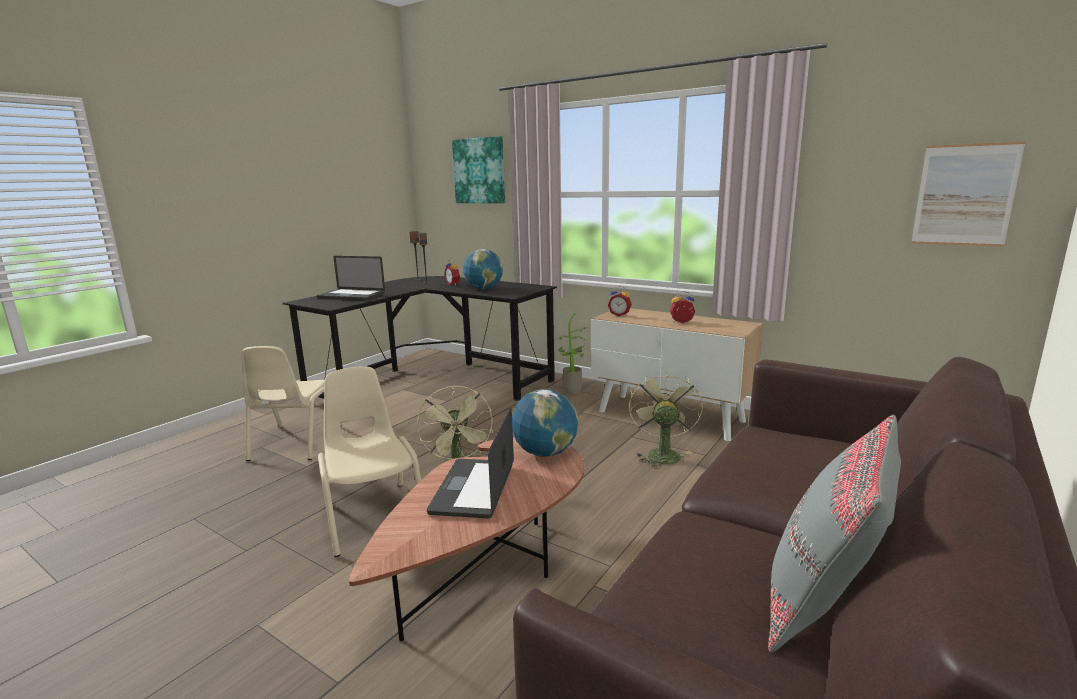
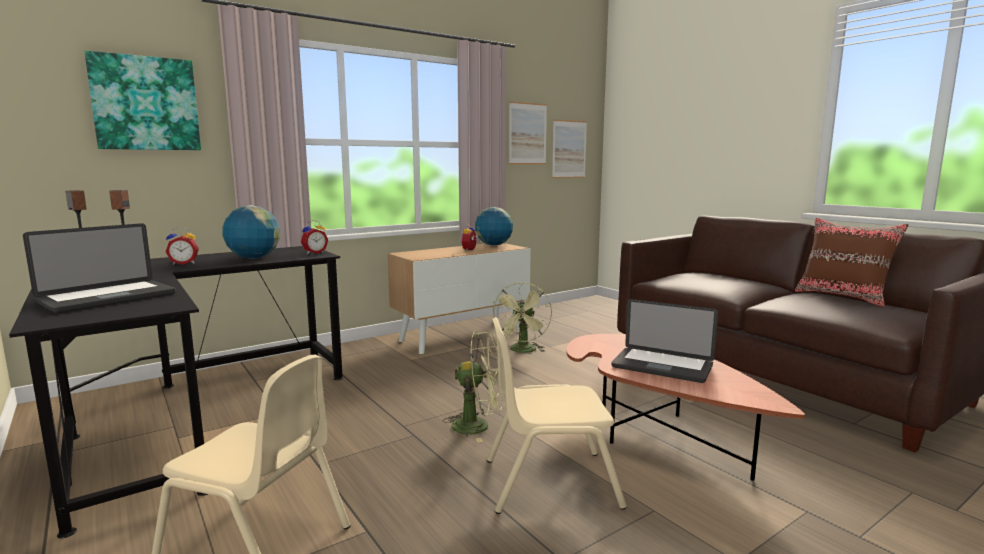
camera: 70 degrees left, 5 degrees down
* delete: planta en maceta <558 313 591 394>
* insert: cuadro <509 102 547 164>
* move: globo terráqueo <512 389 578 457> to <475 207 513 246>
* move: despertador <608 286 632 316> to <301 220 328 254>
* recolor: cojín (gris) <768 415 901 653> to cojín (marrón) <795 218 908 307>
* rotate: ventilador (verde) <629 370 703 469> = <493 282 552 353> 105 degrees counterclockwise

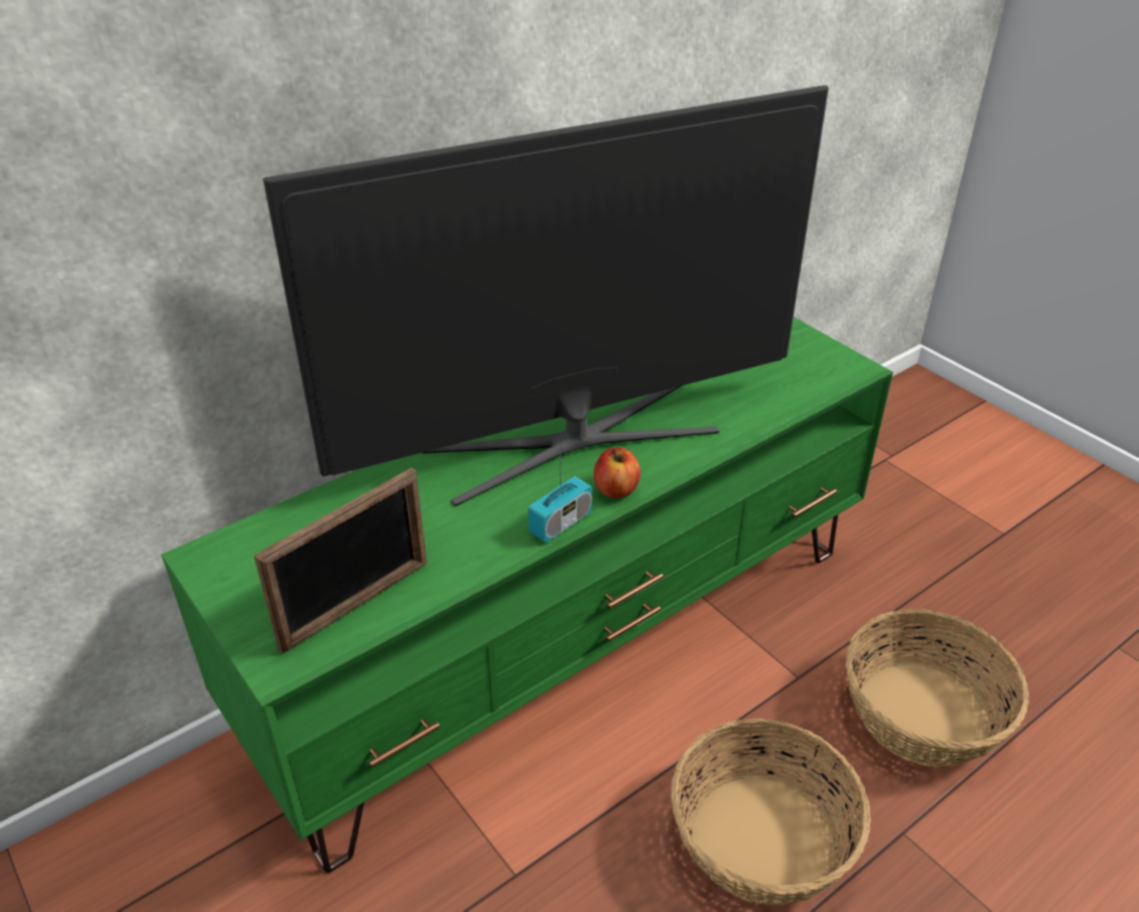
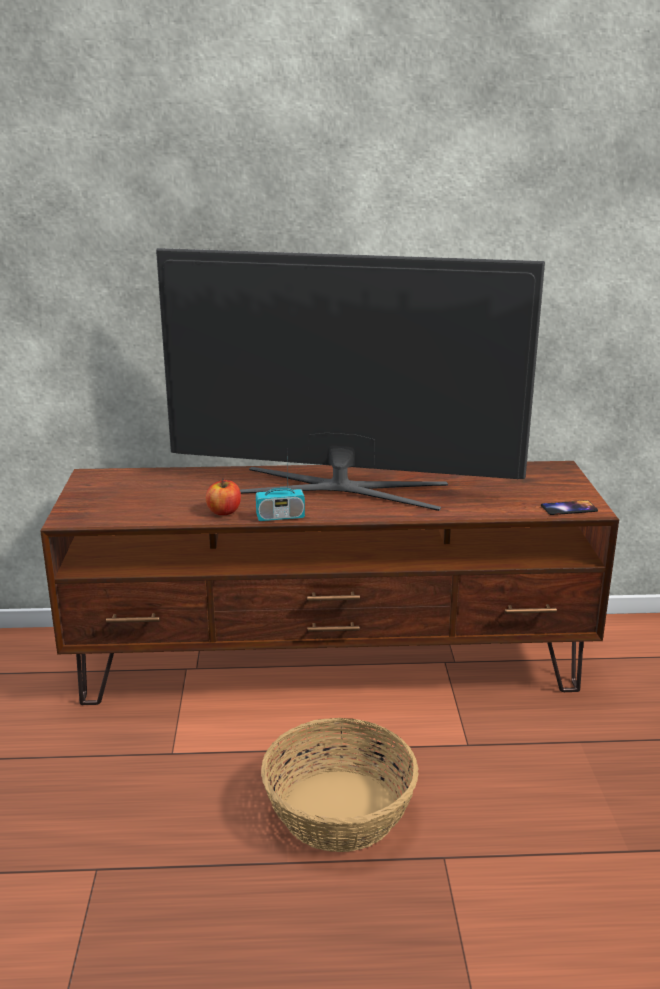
camera: 35 degrees right, 15 degrees down
* delete: portarretratos <254 467 427 654>
* delete: cesta <846 609 1029 767>
* insert: móvil <541 500 598 515>
* move: manzana <594 447 641 499> to <206 478 241 515>
* recolor: mueble de televisión (verde) <161 317 893 873> to mueble de televisión (marrón) <40 461 619 705>

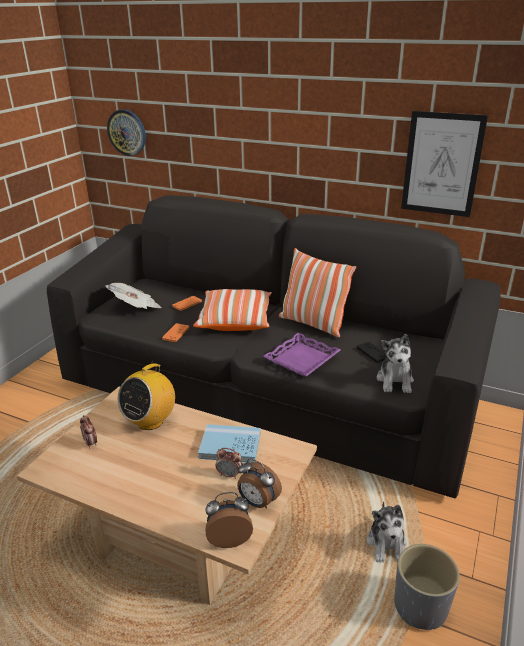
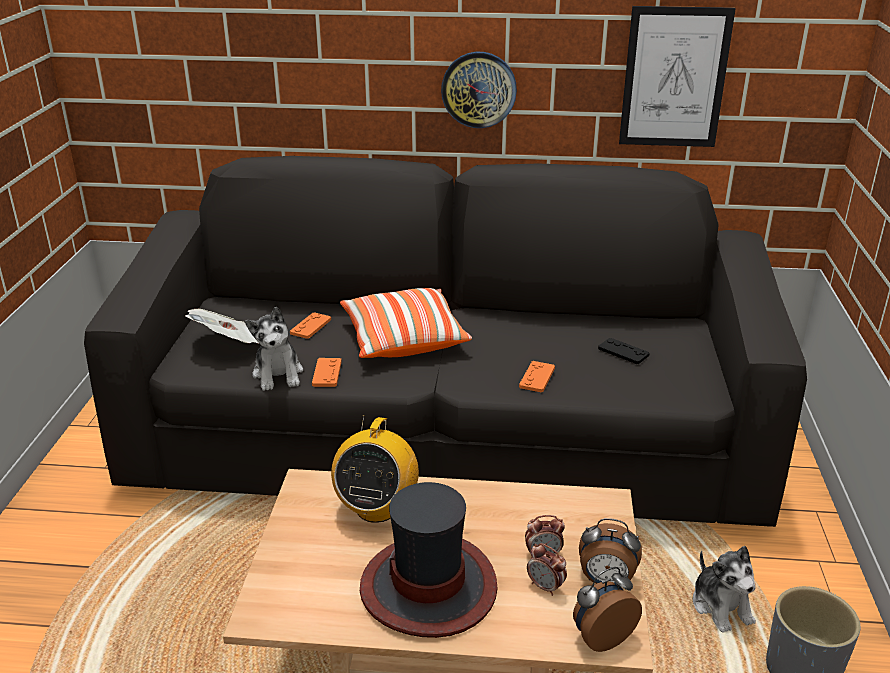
camera: 20 degrees left, 0 degrees up
* delete: libro (azul) <198 424 261 463>
* delete: cojín <279 248 357 337>
* insert: sombrero <360 482 498 638>
* move: despertador <80 415 97 449> to <527 543 567 596>
* move: reloj de pared <107 109 146 156> to <441 52 517 128>
* move: peluche <377 334 414 393> to <245 307 303 391>
* replace: bandeja (morado) <263 333 341 377> to mando de consola (naranja) <519 361 555 392>

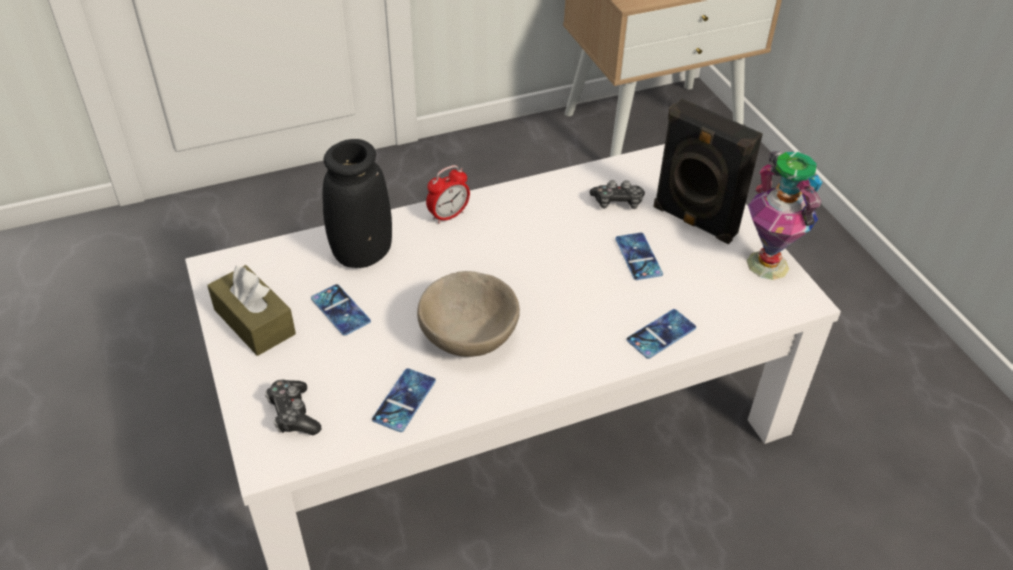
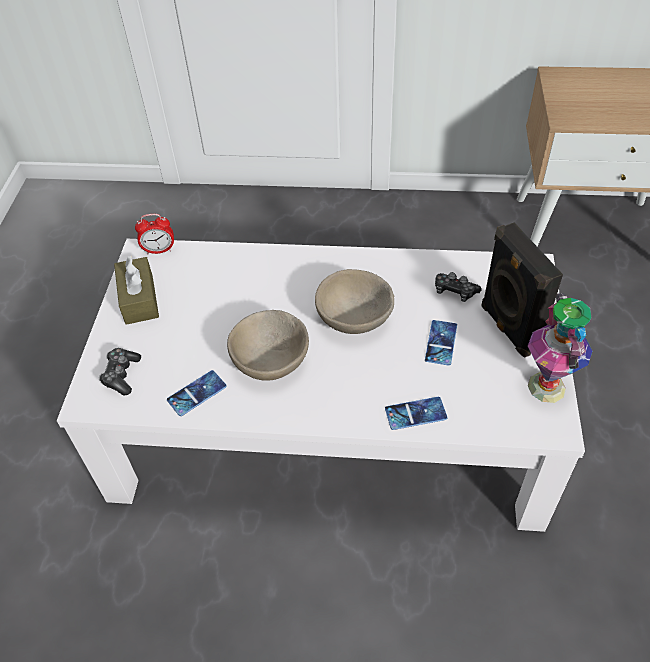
camera: 30 degrees right, 5 degrees up
* delete: móvil <311 284 371 336>
* delete: florero (negro) <322 139 392 268>
* insert: cuenco (beis) <315 269 394 334>
* move: despertador <426 165 470 224> to <135 214 174 255>

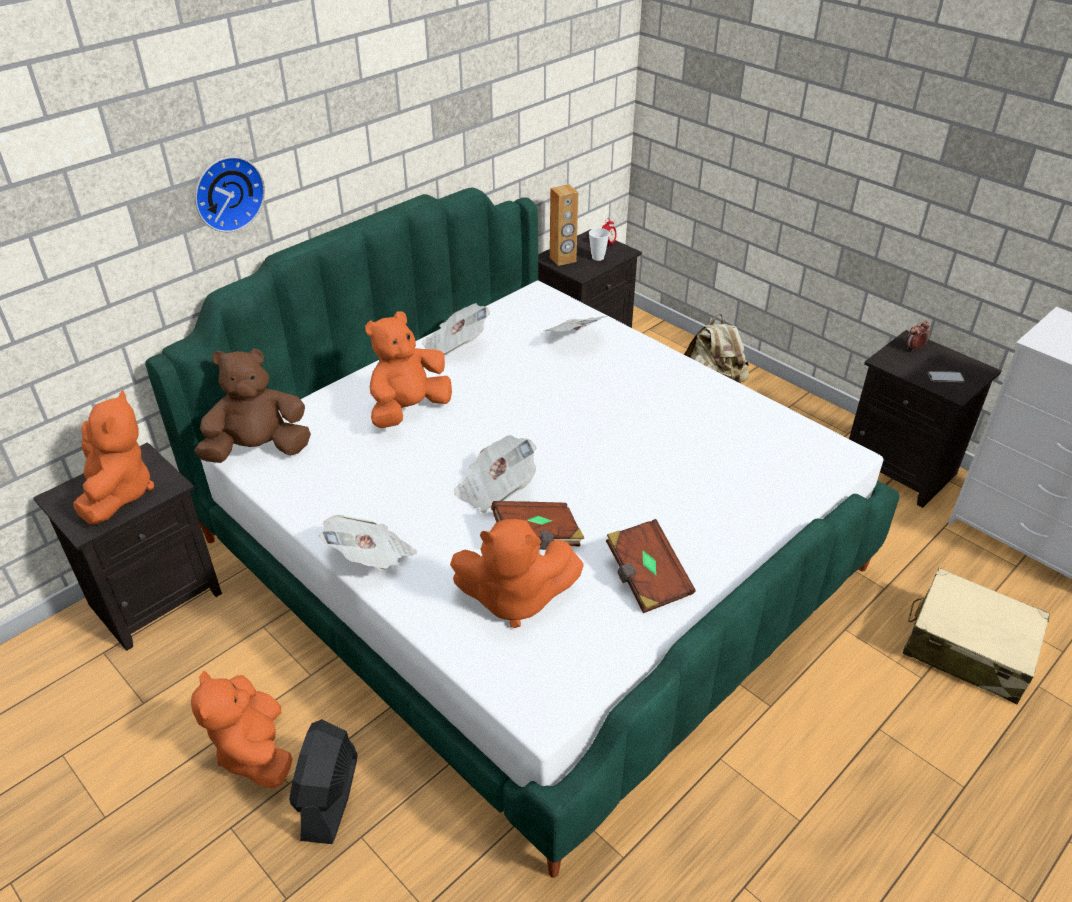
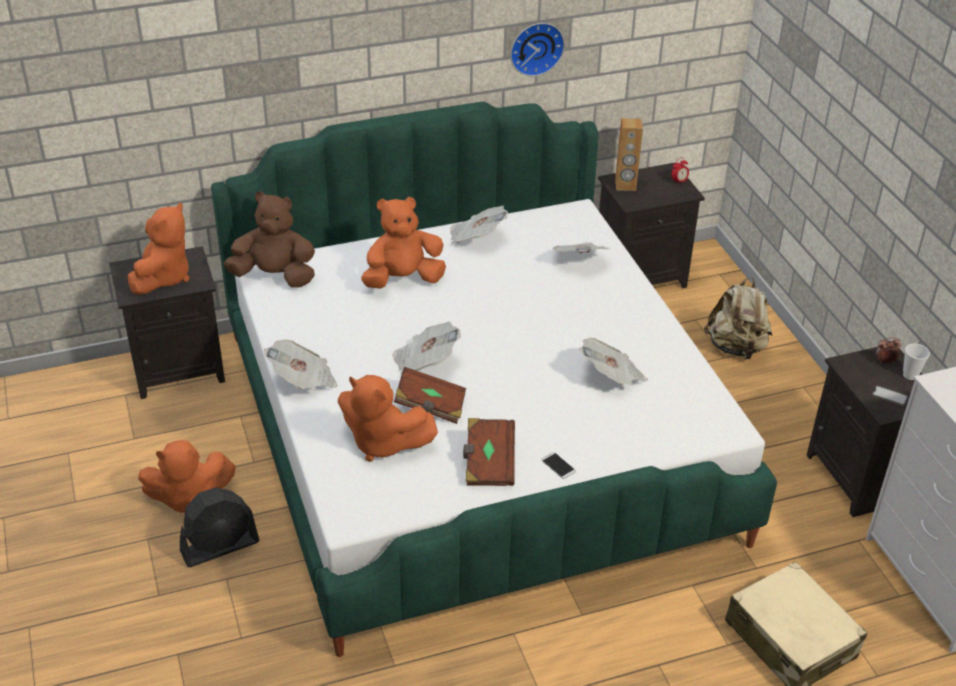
camera: 25 degrees right, 0 degrees up
* insert: móvil <541 452 576 479>
* insert: periódico <579 338 648 385>
* move: reloj de pared <195 156 265 232> to <510 23 565 76>
* move: taza <589 228 610 261> to <903 344 930 380>
* rotate: peluche (naranja) <191 671 292 788> = <138 440 236 513> 105 degrees counterclockwise
* rotate: ventilador (negro) <289 719 358 844> = <180 487 260 567> 150 degrees counterclockwise

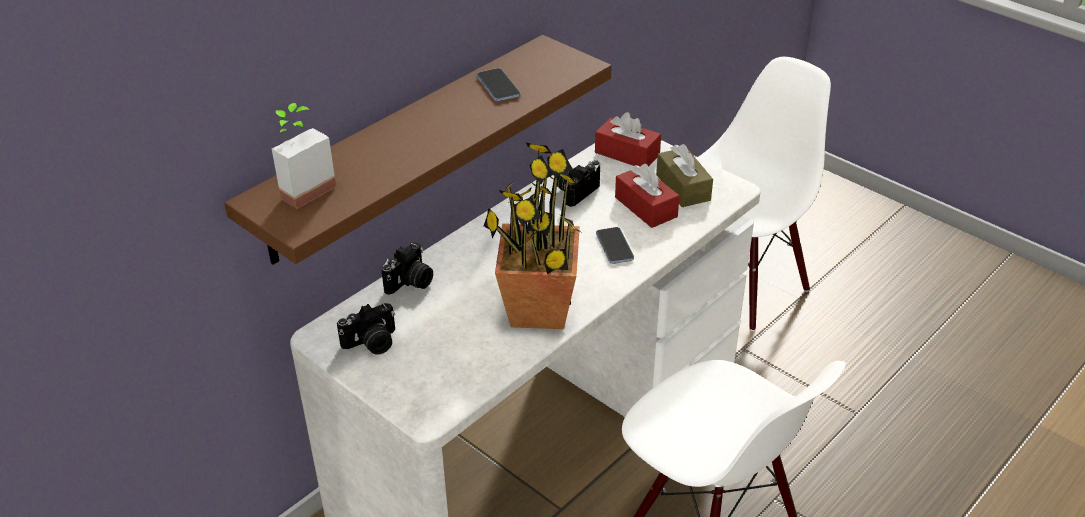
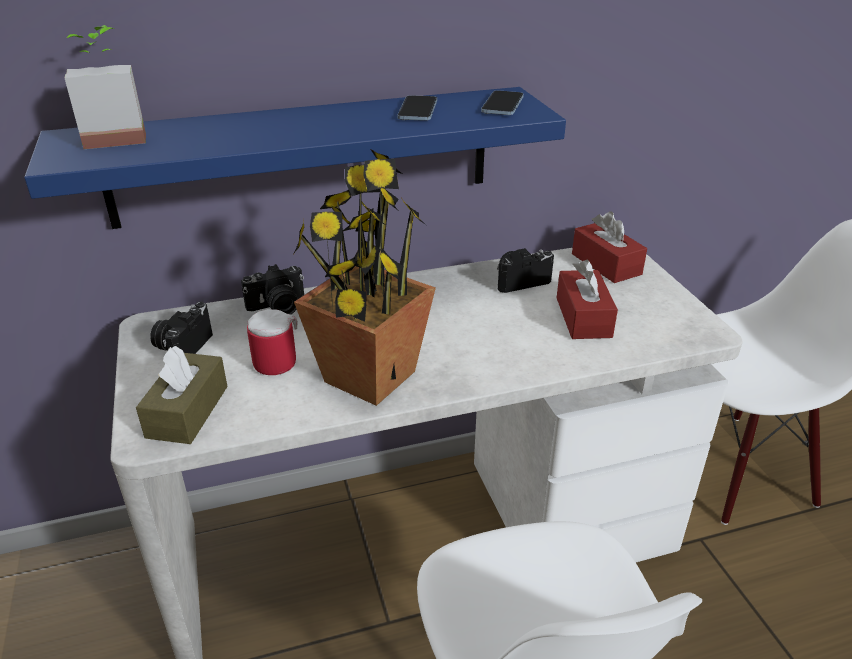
camera: 30 degrees right, 5 degrees down
* insert: taza grande <247 309 297 375>
* move: móvil <596 227 634 264> to <481 90 524 115>
* move: caja de pañuelos (marrón) <656 144 713 207> to <136 346 228 444>
* recolor: estante (marrón) <224 35 612 265> to estante (azul) <24 87 566 229>
* rotate: cámara <337 303 395 355> = <150 302 213 354> 105 degrees clockwise

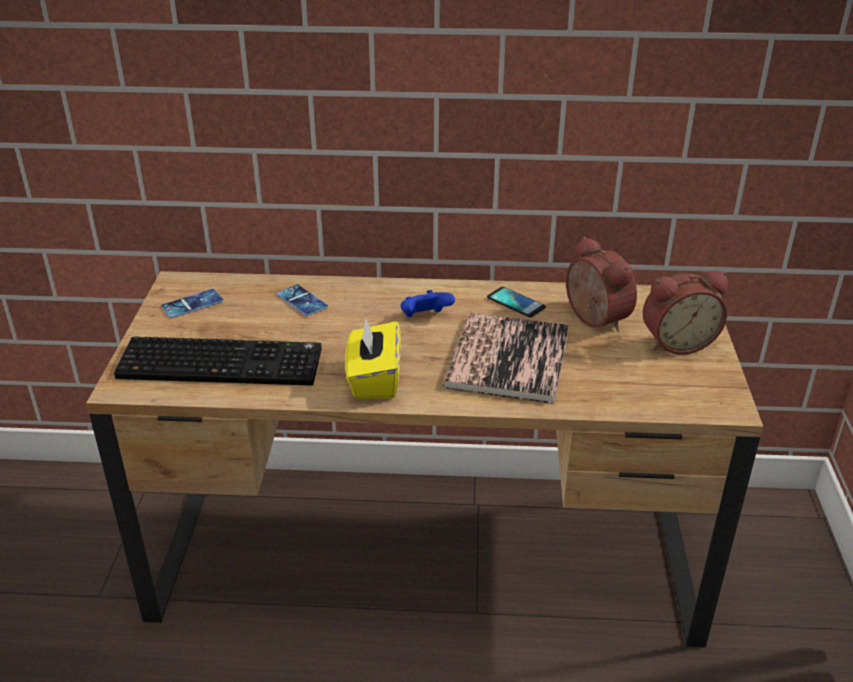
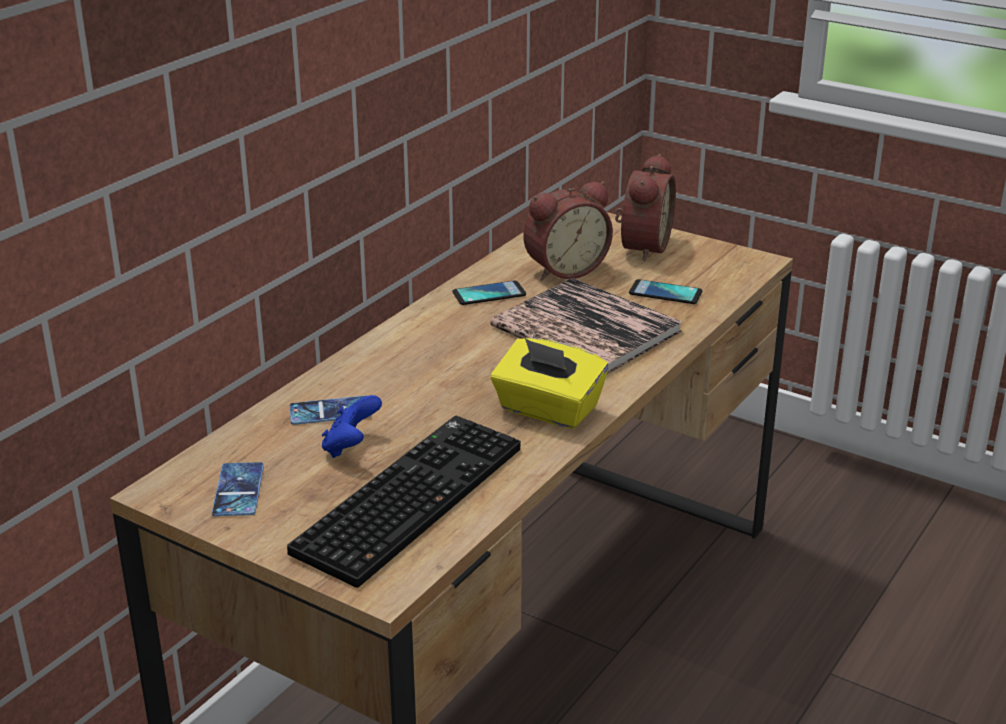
camera: 60 degrees left, 5 degrees down
* insert: móvil <629 279 702 304>
* move: mando de consola (azul) <401 290 455 317> to <322 395 382 458>
* rotate: despertador <566 236 637 332> = <523 181 613 280> 150 degrees clockwise

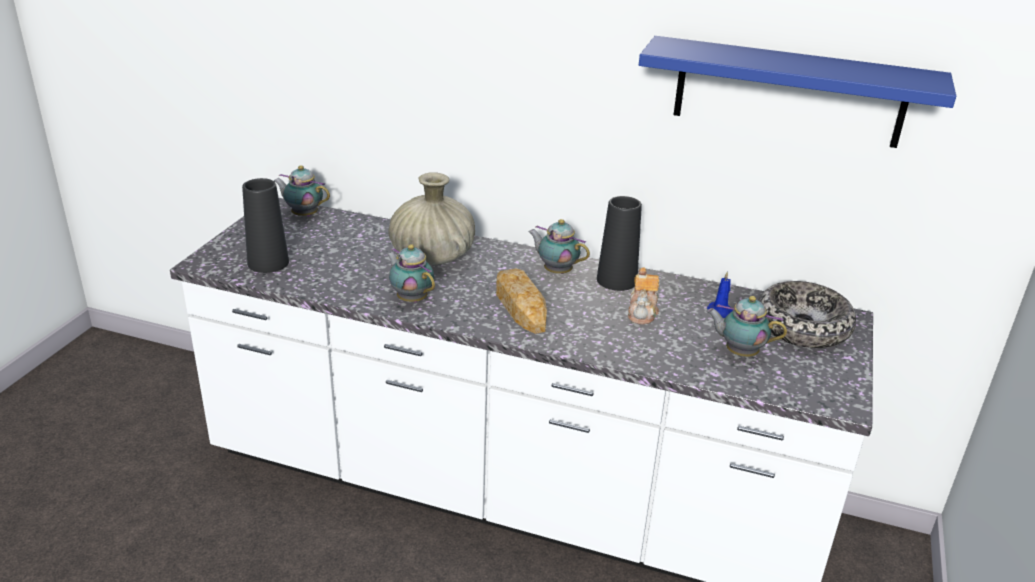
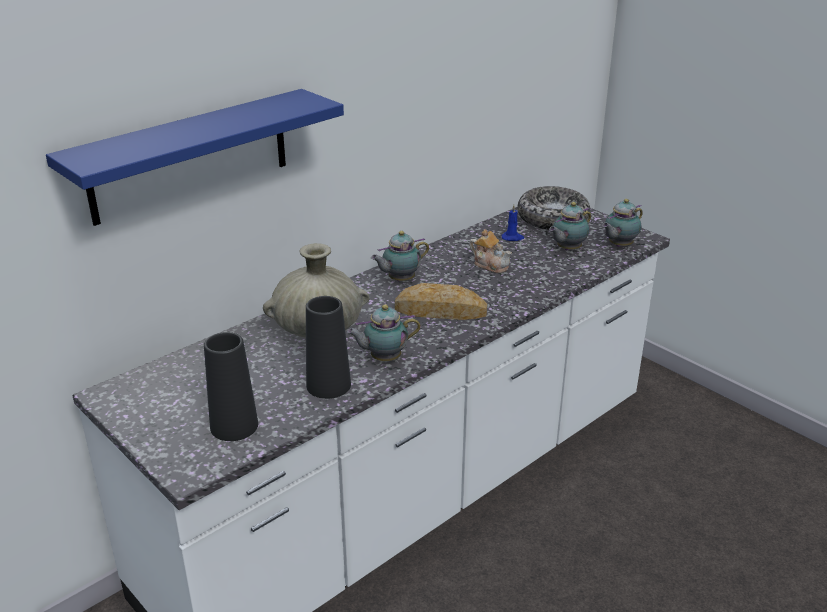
camera: 60 degrees left, 0 degrees up
* move: tetera <273 165 330 217> to <602 199 643 247>
* move: florero (negro) <597 196 642 291> to <306 296 351 399>
* move: estante (azul) <639 36 956 148> to <46 89 344 226>

